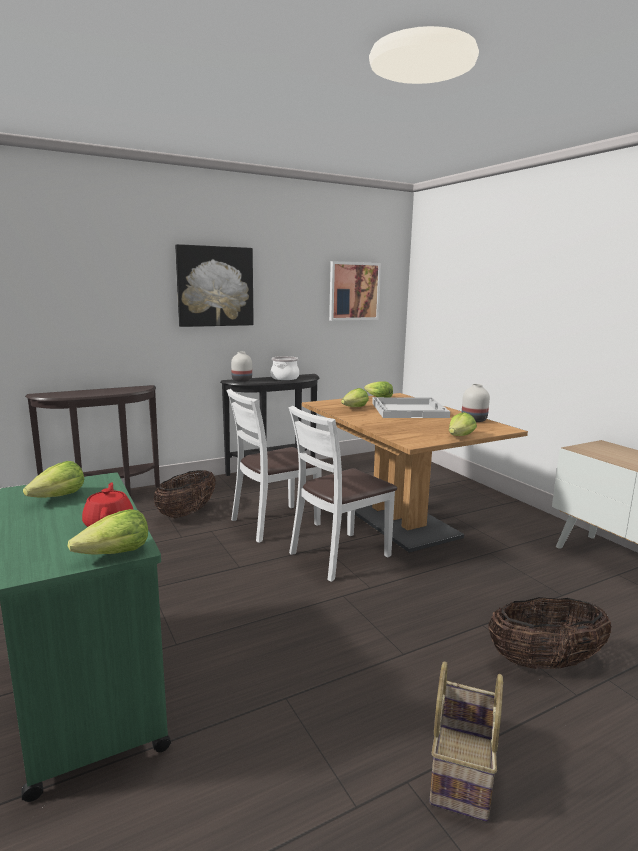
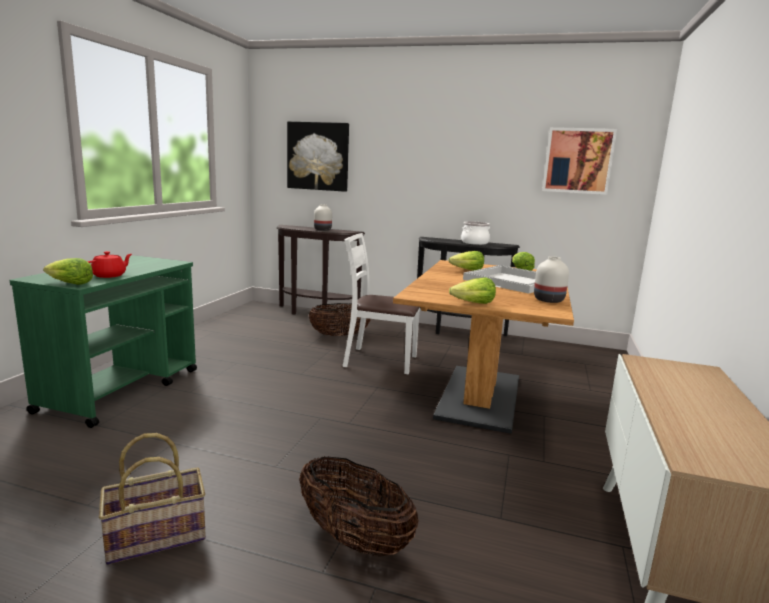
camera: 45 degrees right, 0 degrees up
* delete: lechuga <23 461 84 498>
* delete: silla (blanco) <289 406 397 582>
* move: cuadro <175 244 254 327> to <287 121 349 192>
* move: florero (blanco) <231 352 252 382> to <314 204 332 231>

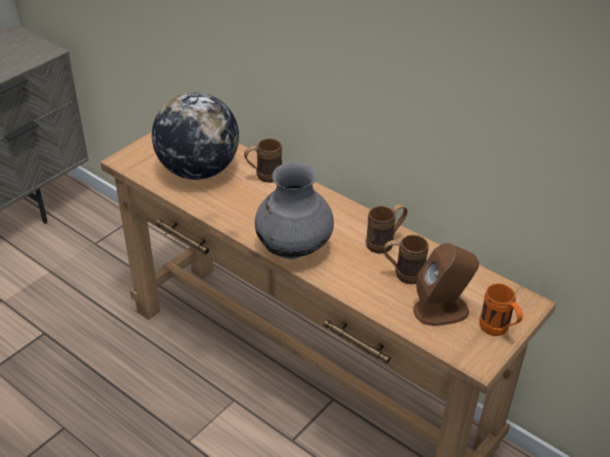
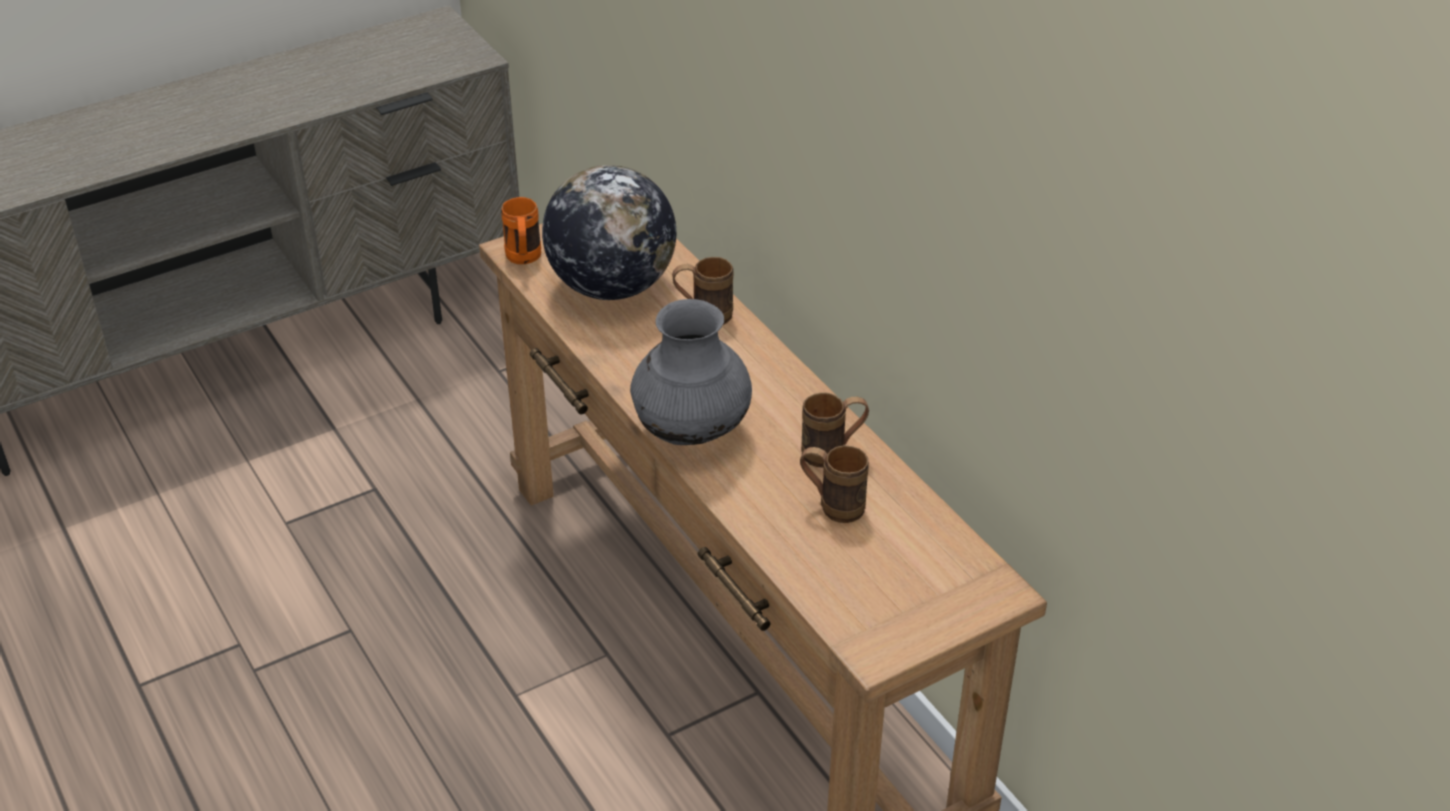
camera: 20 degrees right, 0 degrees up
* delete: altavoz (marrón) <413 243 479 326>
* move: taza grande (naranja) <480 283 523 336> to <501 197 541 264>

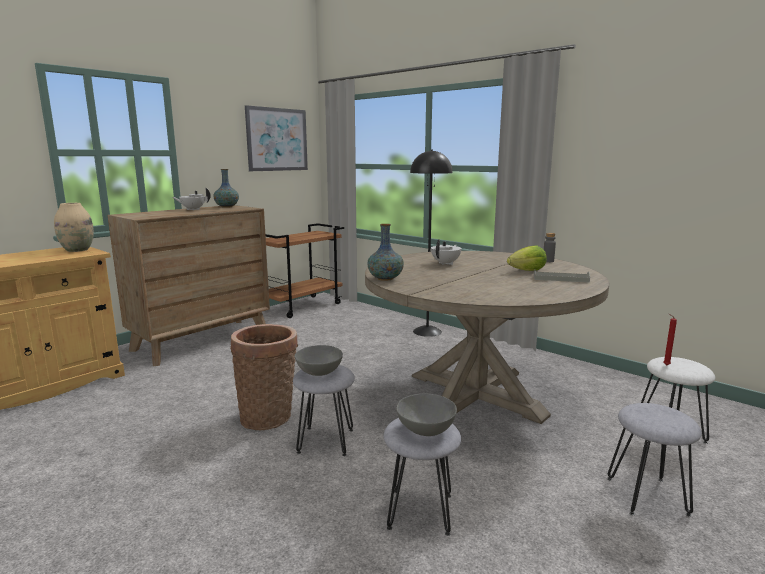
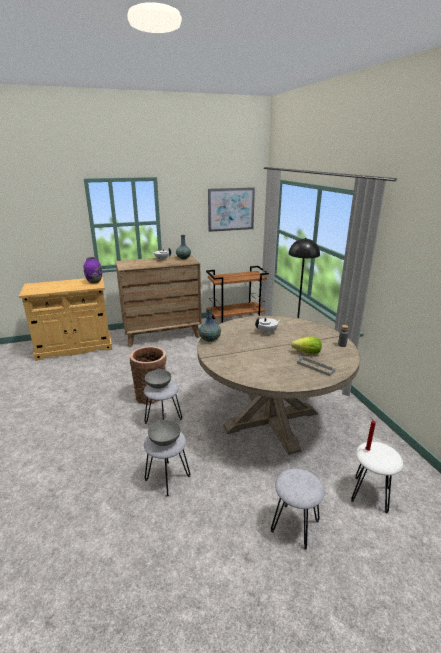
camera: 30 degrees right, 10 degrees up
* recolor: florero (beis) <54 203 94 252> to florero (morado) <84 257 102 284>

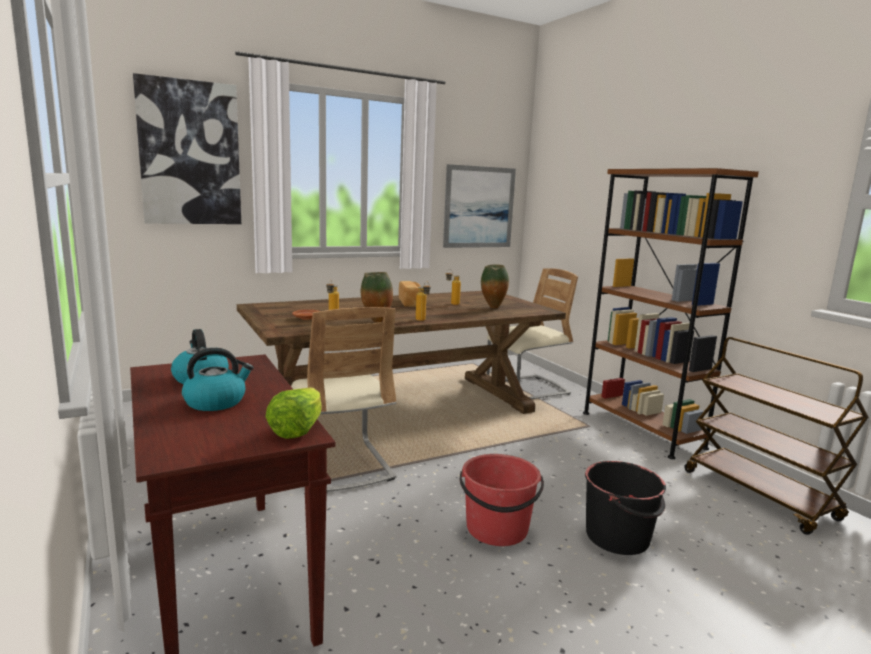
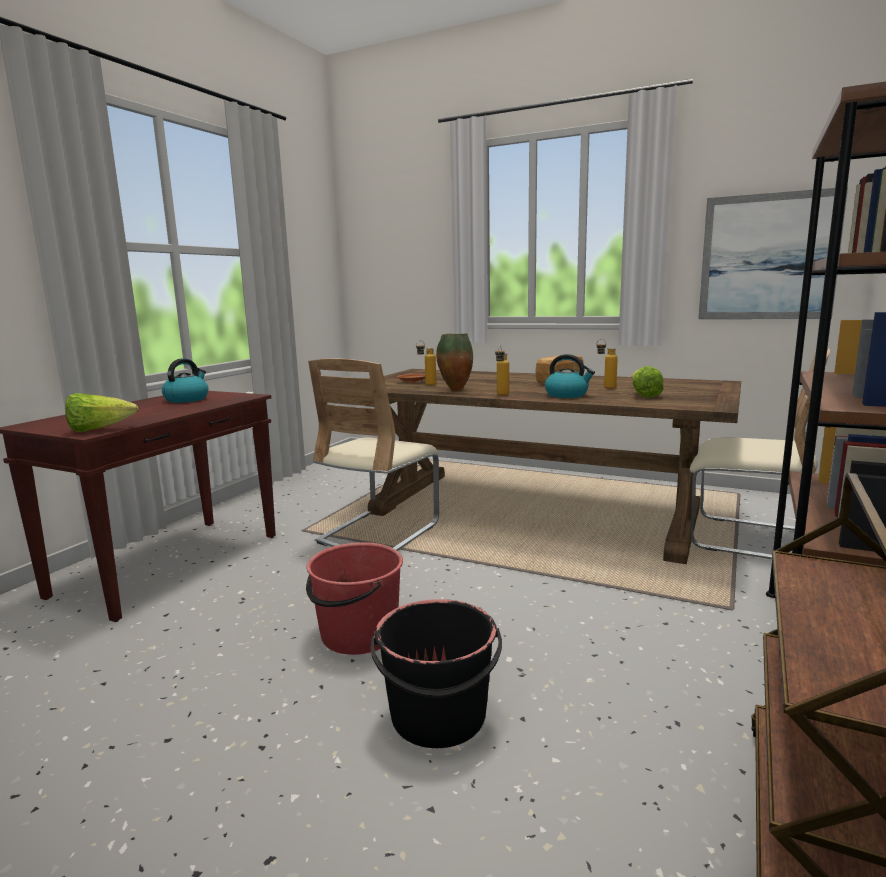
camera: 55 degrees right, 0 degrees up
* delete: cuadro <133 73 241 224>
* move: hervidor <182 348 254 411> to <545 354 595 398>
* replace: florero <481 265 509 308> to lechuga <631 366 664 398>

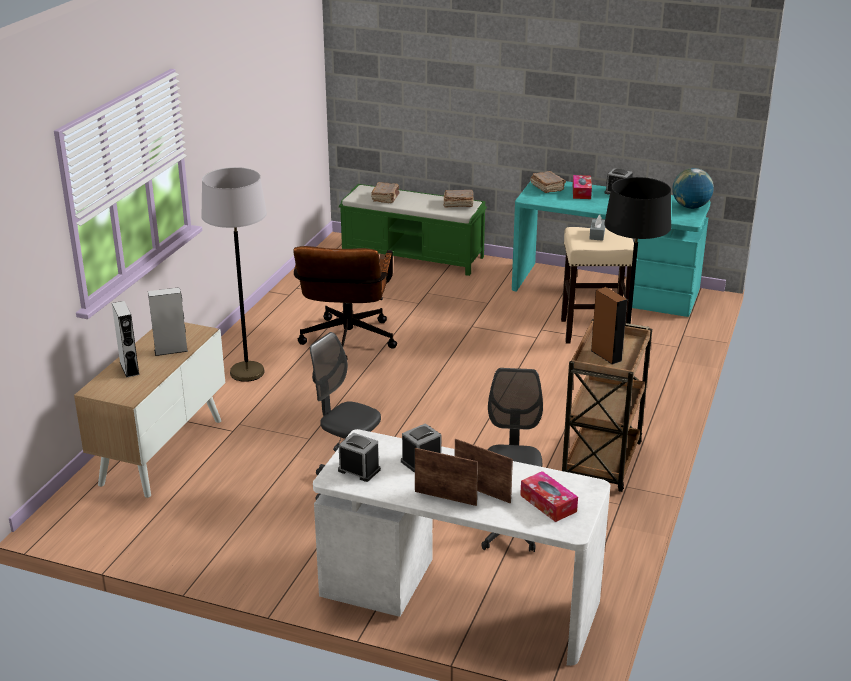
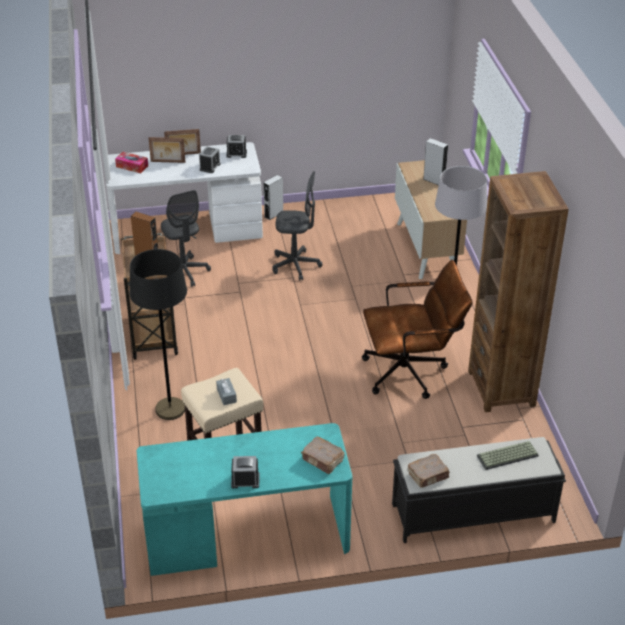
camera: 150 degrees right, 10 degrees up
* delete: caja de pañuelos <573 175 592 199>
* delete: globo terráqueo <673 168 714 209>
* insert: estantería (marrón) <468 171 569 413>
* move: altavoz (gris) <148 287 188 356> to <264 175 283 220>
* replace: libro (marrón) <371 182 399 203> to teclado <477 441 539 470>
* recolor: banco (verde) <339 184 487 276> to banco (negro) <392 437 566 543>
* rotate: silla de oficina (marrón) <293 246 397 357> = <362 260 472 399> 105 degrees clockwise

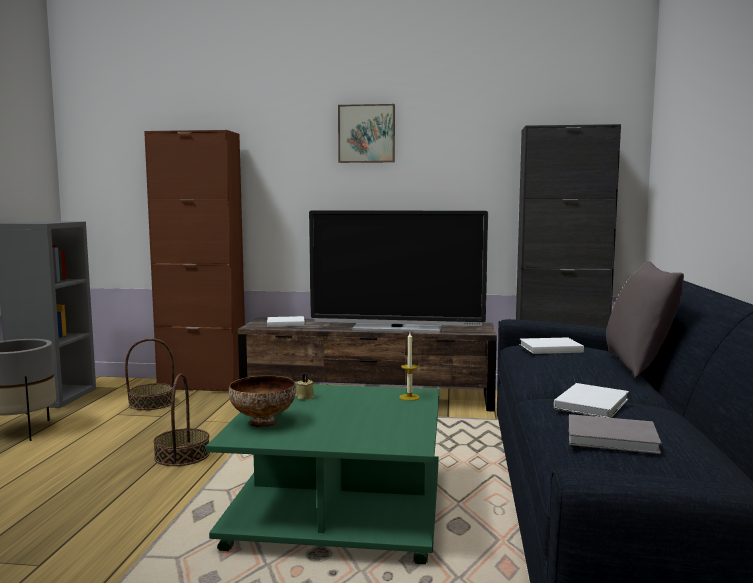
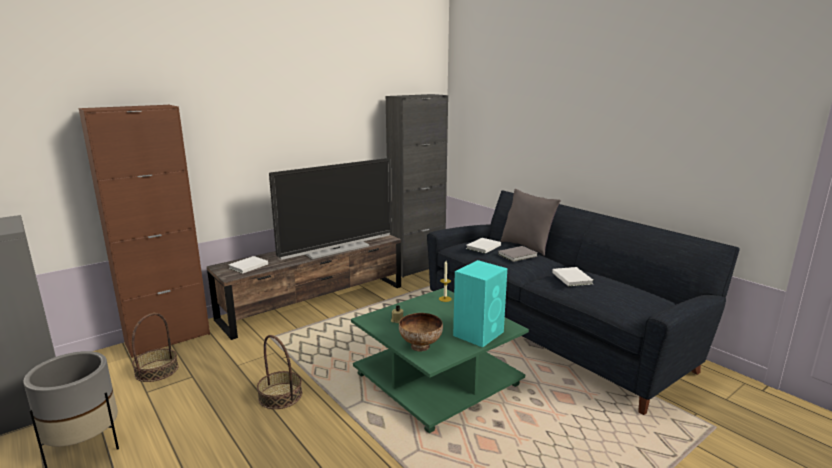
camera: 45 degrees left, 10 degrees up
* delete: cuadro <338 104 395 163>
* insert: altavoz (turquesa) <453 260 507 347>
* move: libro (gris) <568 414 662 454> to <498 246 538 262>

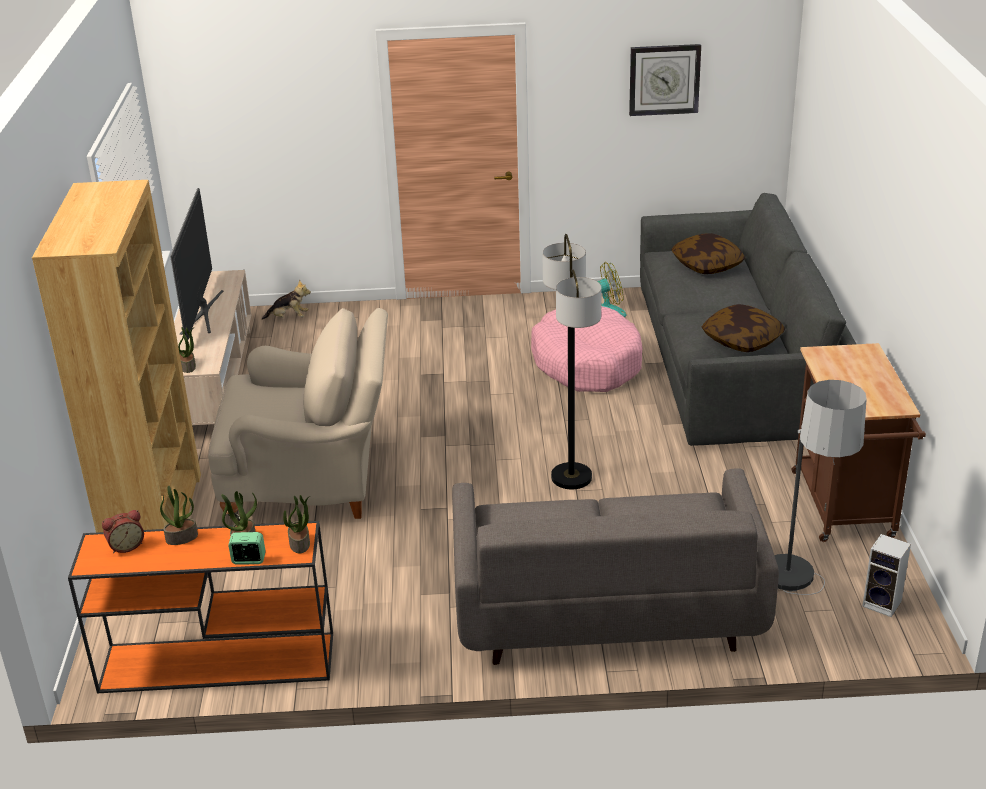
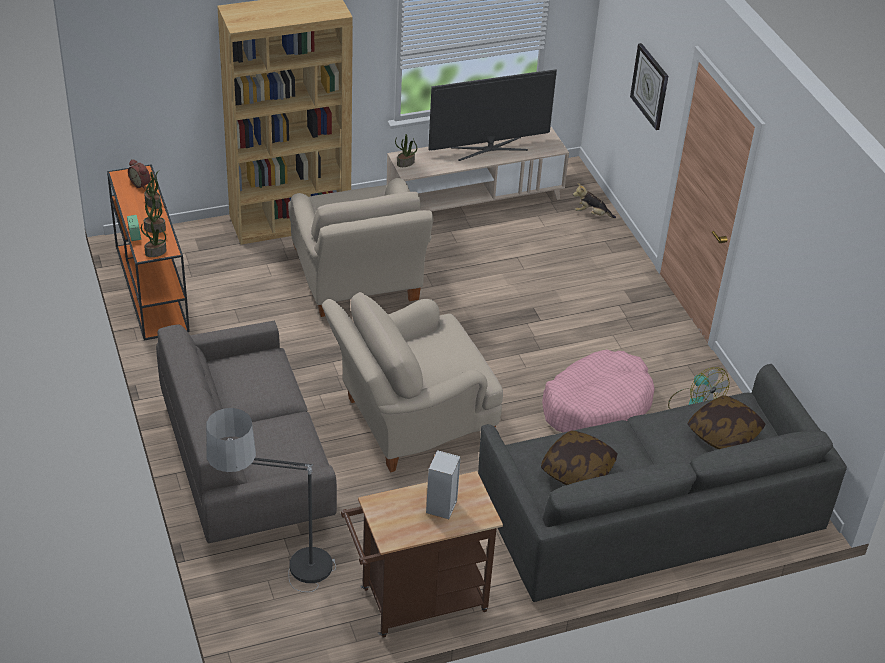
camera: 70 degrees right, 10 degrees up
* move: reloj de pared <629 44 701 116> to <630 43 668 130>
* move: altavoz <862 534 911 617> to <426 450 461 519>
* replace: lámpara de pie <542 234 602 489> to sillón (beis) <322 292 503 472>
* rotate: peluche <262 280 311 320> = <573 183 616 218> 120 degrees clockwise

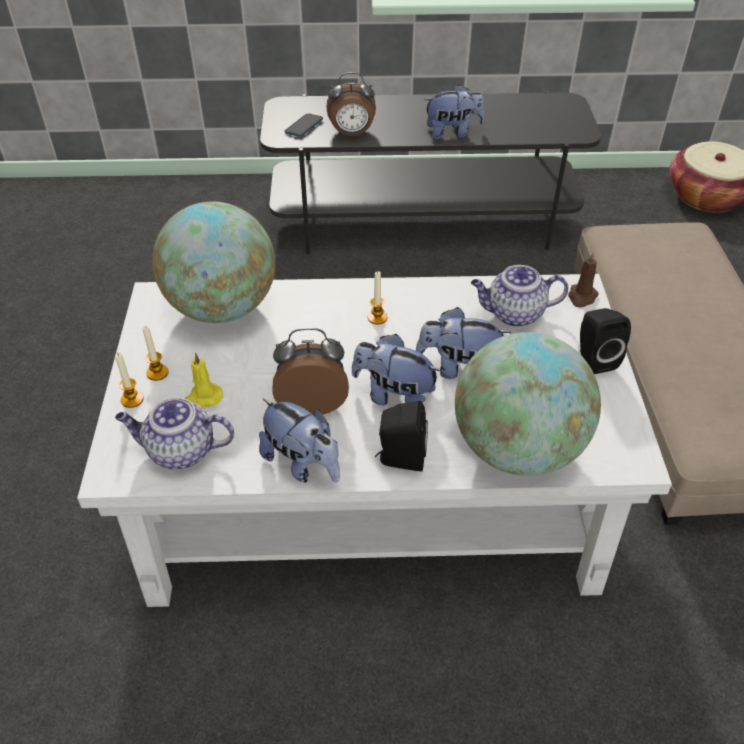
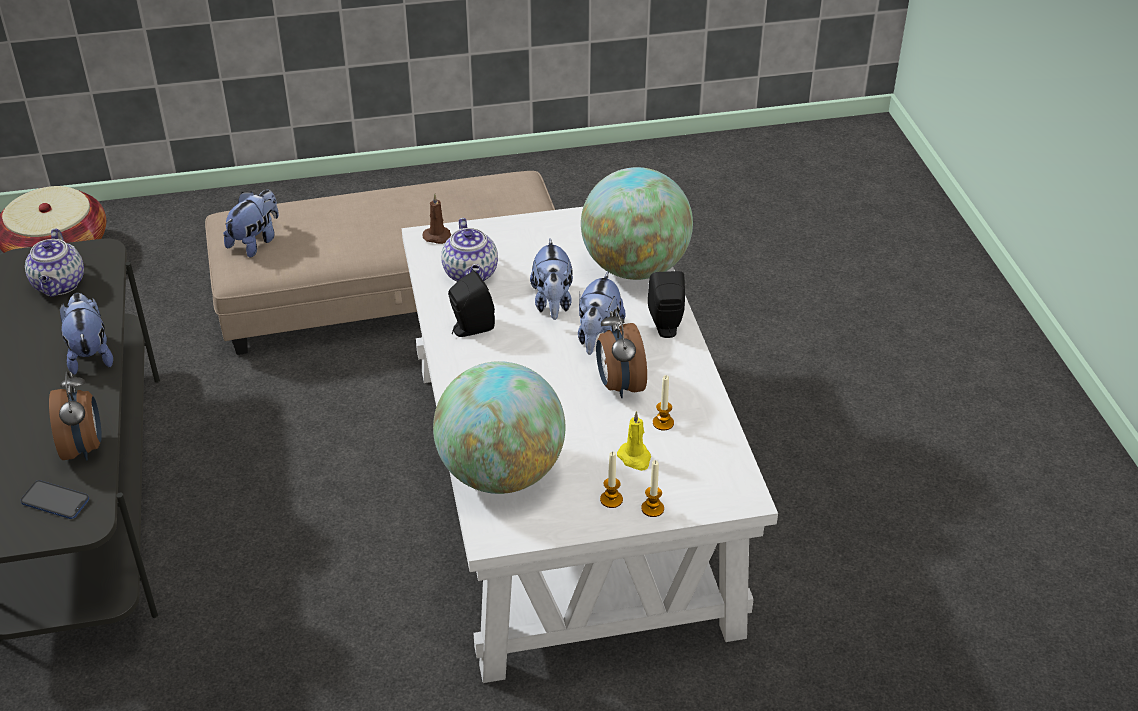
camera: 100 degrees left, 5 degrees down
* move: tetera <115 398 234 470> to <25 229 84 297>
* move: peluche <259 398 340 483> to <223 190 279 258>
* move: vela <368 271 388 324> to <653 375 674 431>
* move: altavoz (negro) <580 308 631 374> to <448 271 495 337>

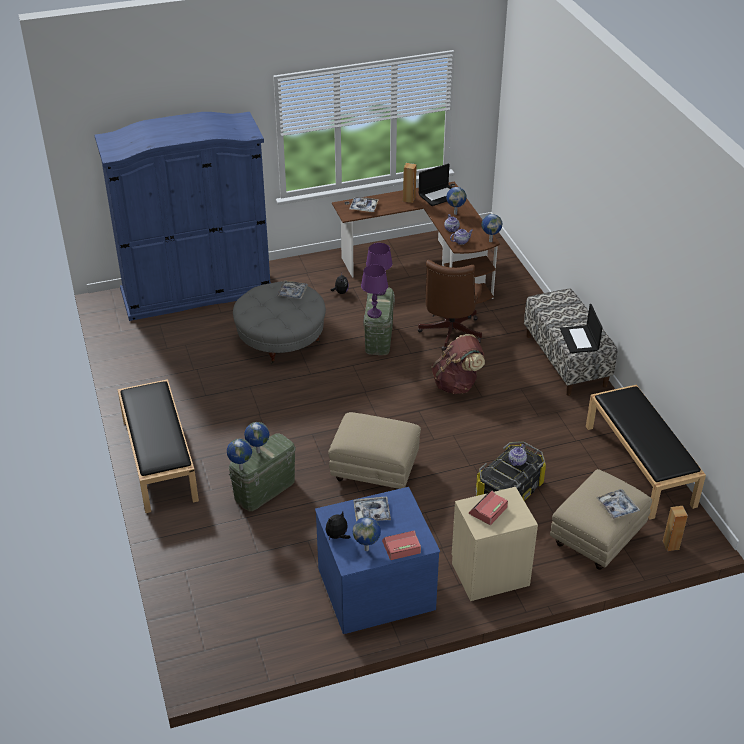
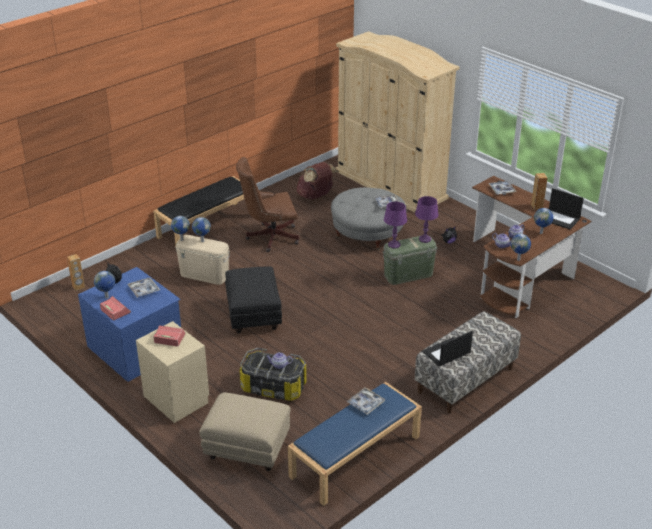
camera: 65 degrees right, 5 degrees down
* move: silla de oficina (marrón) <418 260 482 351> to <236 157 299 252>
* move: mochila (marrón) <431 334 485 394> to <296 162 338 199>
* move: bandeja <596 489 640 519> to <347 387 386 415>
* move: altavoz (marrón) <663 506 688 551> to <67 254 85 291>
* recolor: armario ropero (azul) <94 112 270 321> to armario ropero (beis) <335 31 460 213>
* recolor: caja de almacenaje (verde) <229 433 296 511> to caja de almacenaje (beis) <175 235 230 285>
* recolor: puf (beis) <328 412 421 490> to puf (negro) <225 266 282 333>
* recolor: banco (negro) <586 385 706 520> to banco (azul) <288 382 422 506>

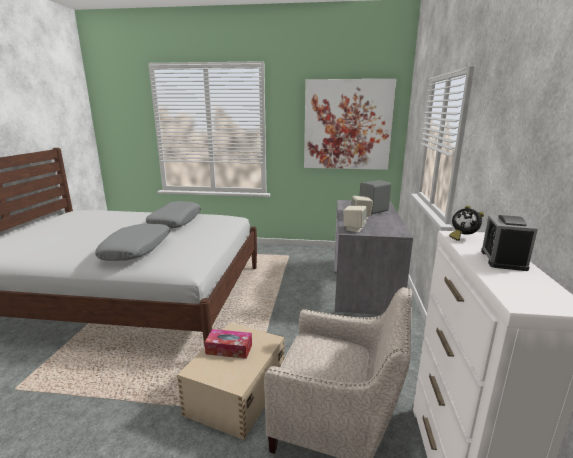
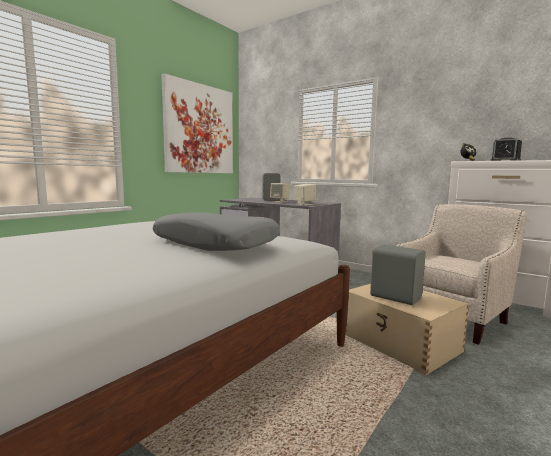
camera: 60 degrees left, 10 degrees down
* delete: cojín (gris) <146 201 201 228>
* replace: caja de pañuelos <205 329 252 359> to altavoz (gris) <370 245 425 305>

